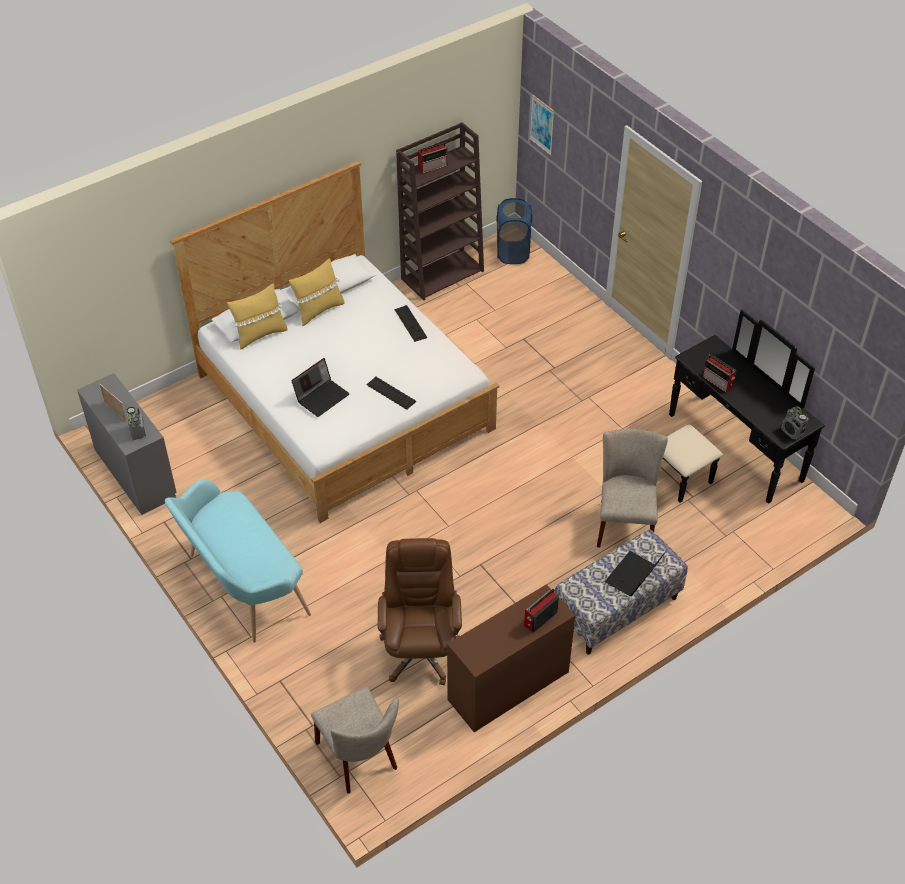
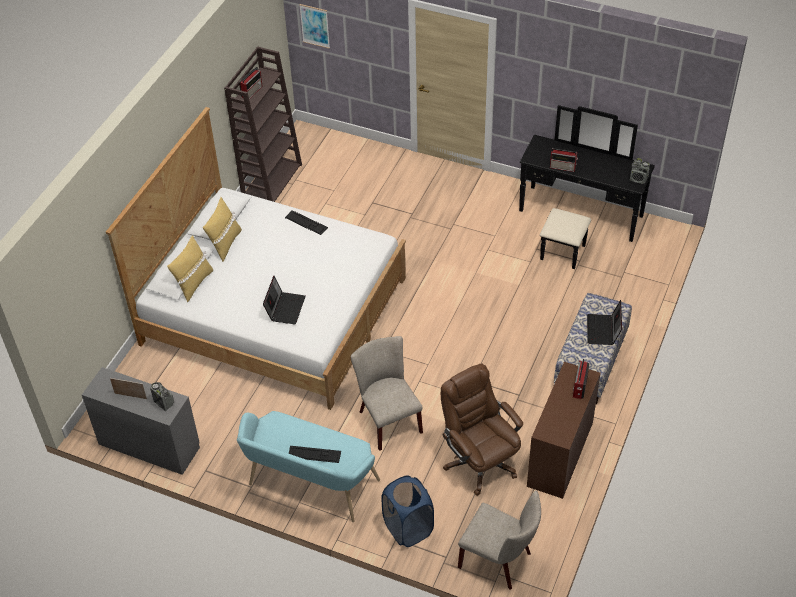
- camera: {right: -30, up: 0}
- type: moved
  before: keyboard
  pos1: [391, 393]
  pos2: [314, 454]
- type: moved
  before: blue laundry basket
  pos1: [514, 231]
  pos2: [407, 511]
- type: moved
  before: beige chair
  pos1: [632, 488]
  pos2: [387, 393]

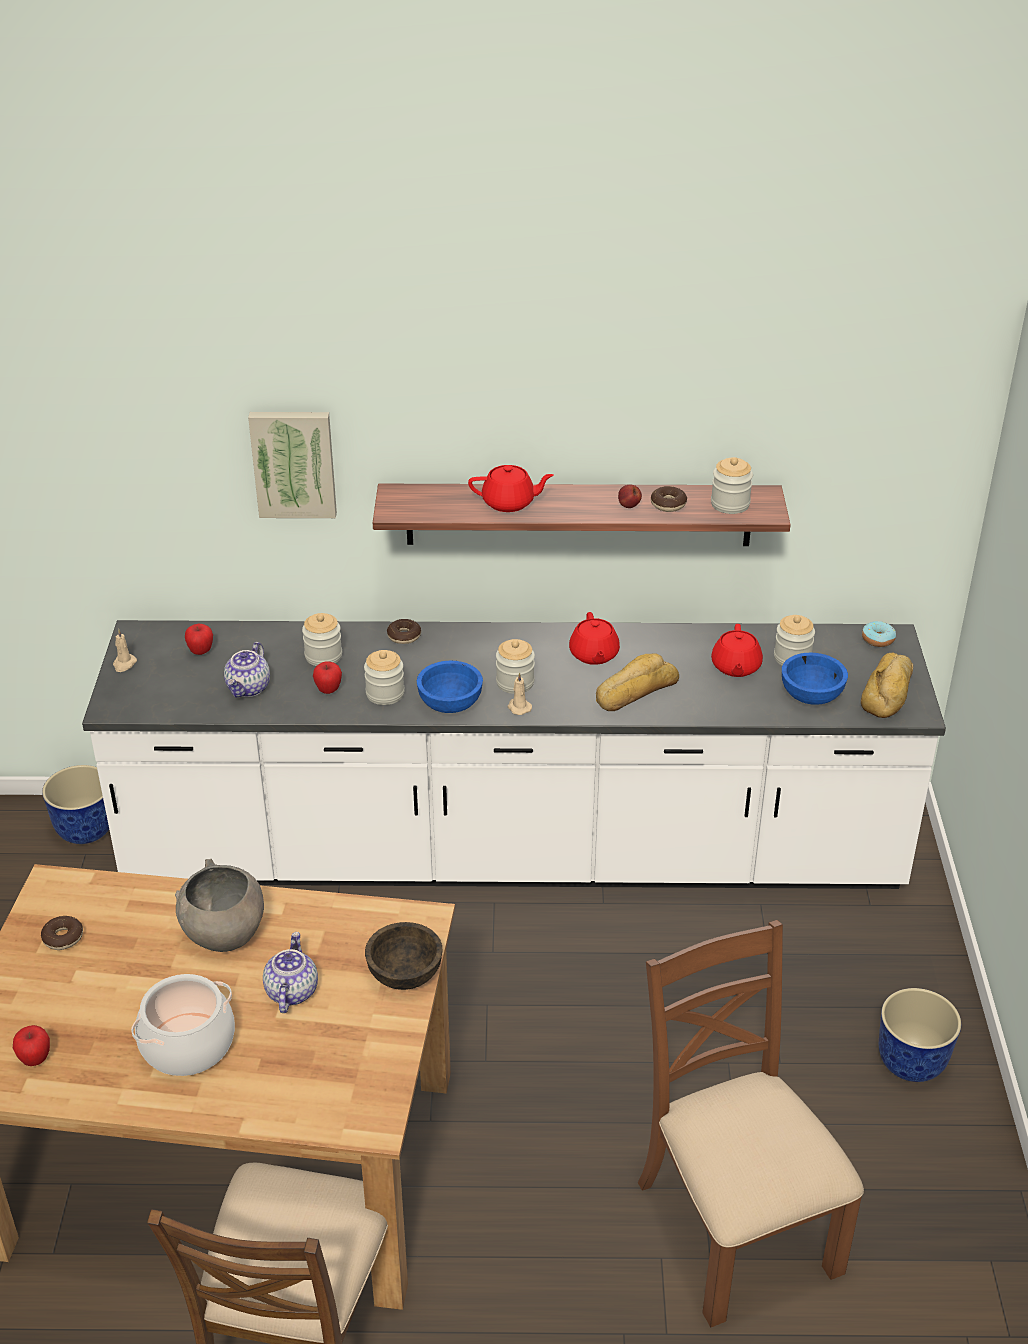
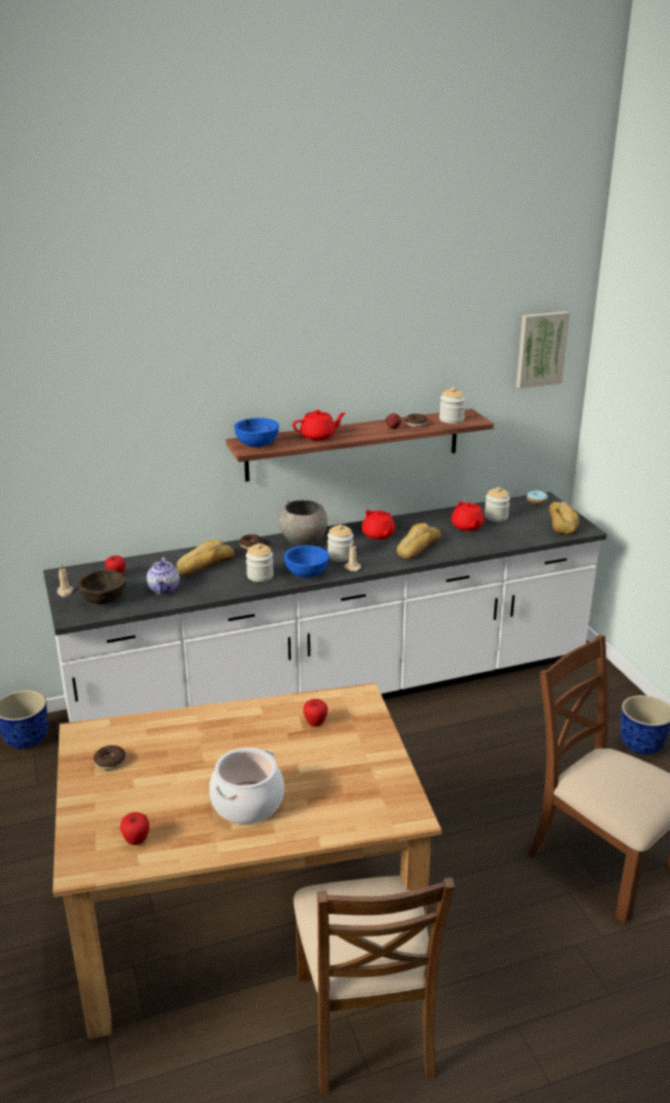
- camera: {right: -20, up: -10}
- type: moved
  before: grey bowl
  pos1: [219, 905]
  pos2: [303, 523]
- type: moved
  before: picture
  pos1: [292, 465]
  pos2: [543, 349]
- type: removed
  before: teapot
  pos1: [290, 972]
- type: replaced
  before: jar
  after: bread
  pos1: [322, 639]
  pos2: [205, 558]
- type: moved
  before: apple
  pos1: [327, 677]
  pos2: [315, 712]
- type: moved
  before: brown bowl
  pos1: [403, 956]
  pos2: [101, 587]
- type: moved
  before: blue bowl
  pos1: [815, 679]
  pos2: [256, 432]

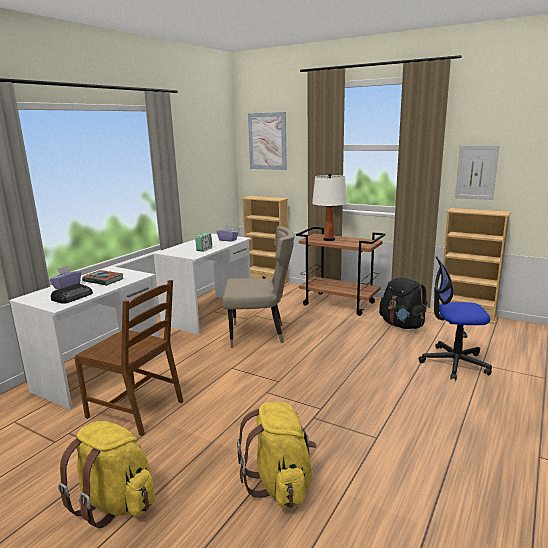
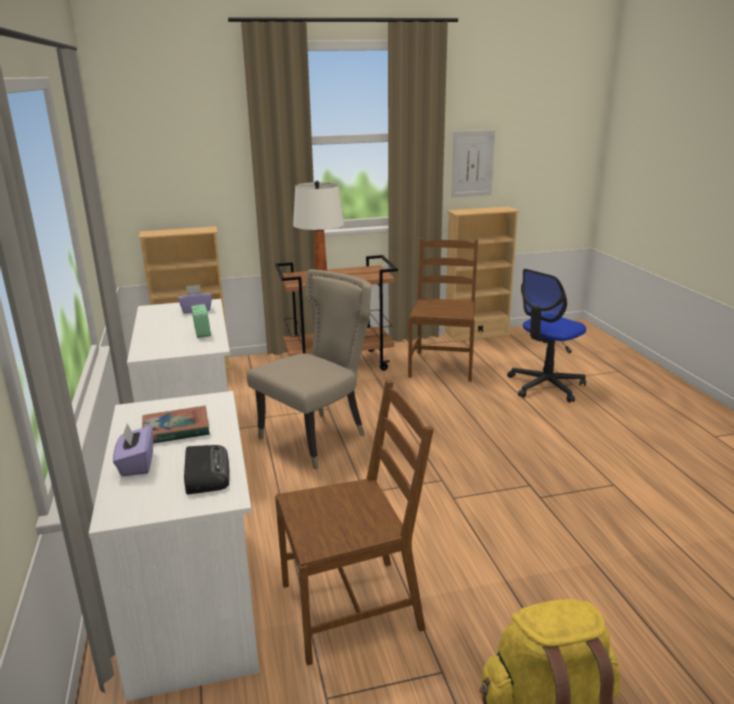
- camera: {right: -45, up: 5}
- type: removed
  before: yellow backpack
  pos1: [277, 455]
- type: removed
  before: picture
  pos1: [267, 141]
- type: replaced
  before: black backpack
  after: brown chair
  pos1: [403, 303]
  pos2: [443, 310]

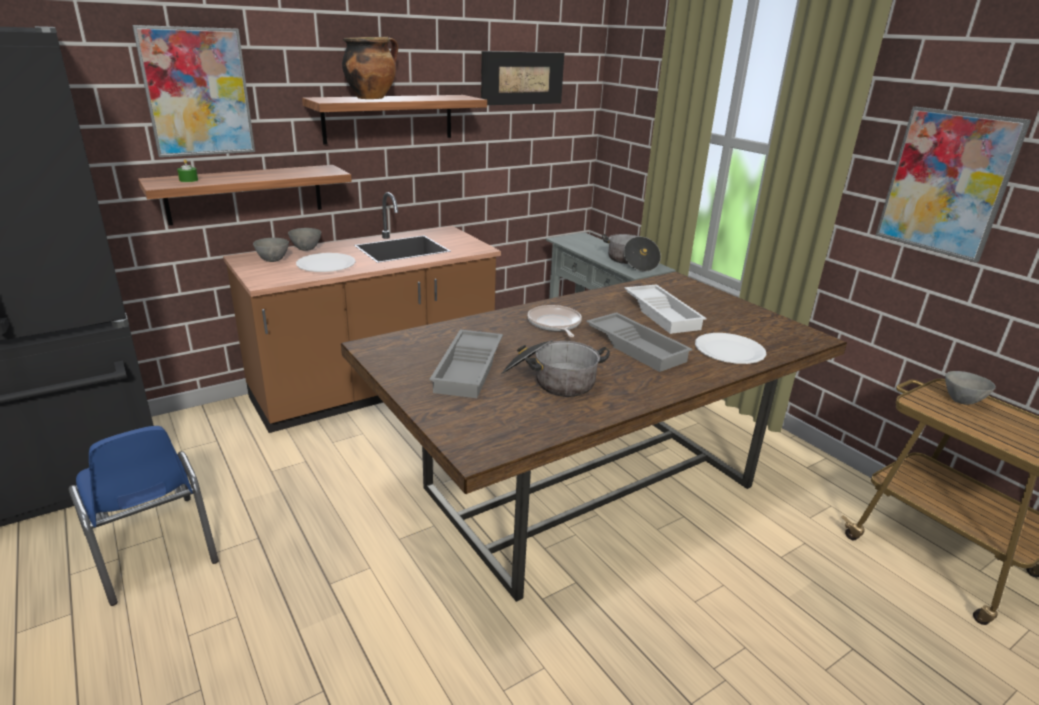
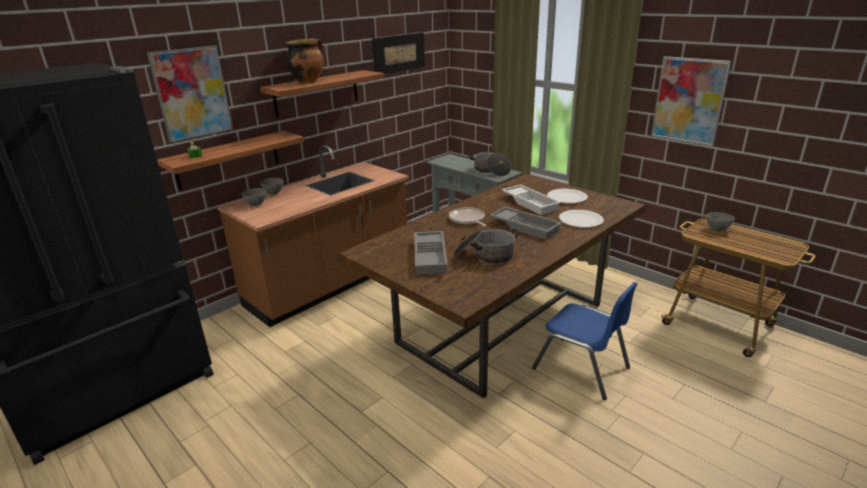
- camera: {right: -10, up: 0}
- type: moved
  before: blue chair
  pos1: [144, 516]
  pos2: [585, 341]
- type: moved
  before: white plate
  pos1: [326, 262]
  pos2: [567, 196]

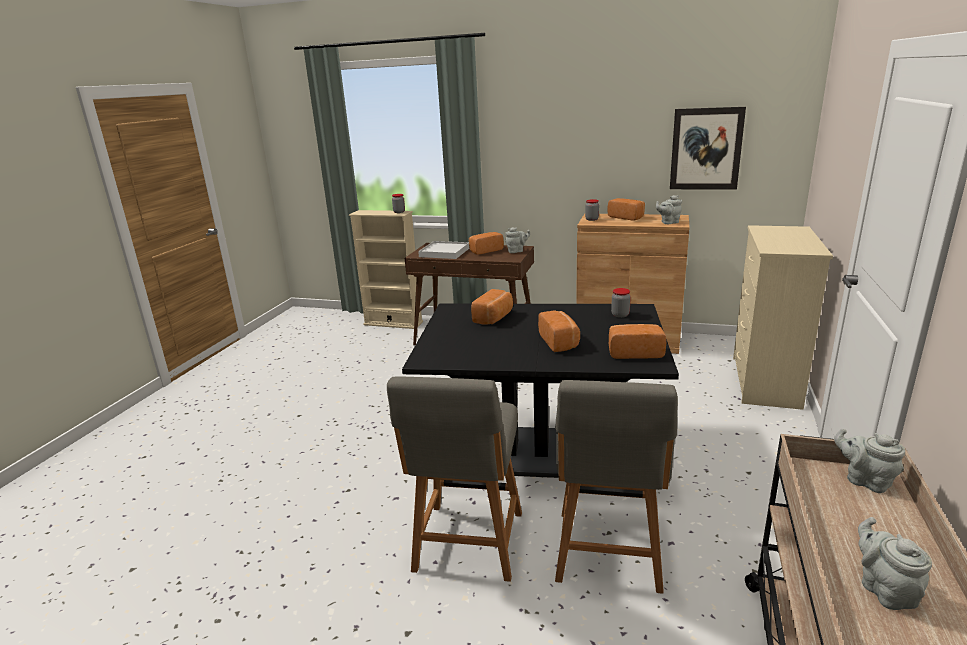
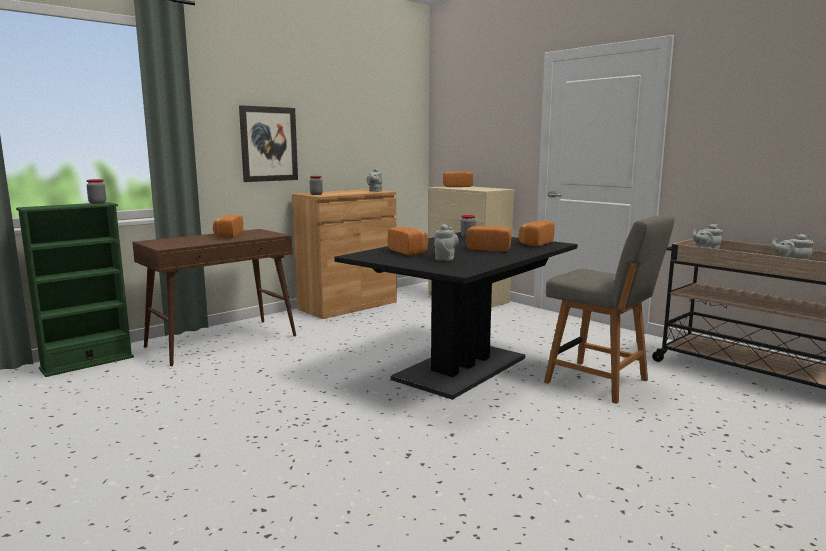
- camera: {right: -60, up: -10}
- type: recoloured
  before: beige bookcase
  after: green bookcase
  pos1: [386, 269]
  pos2: [75, 289]
- type: removed
  before: grey chair
  pos1: [454, 479]
- type: removed
  before: white tray
  pos1: [444, 250]
- type: moved
  before: grey teapot
  pos1: [517, 240]
  pos2: [446, 242]
- type: moved
  before: bread
  pos1: [626, 209]
  pos2: [458, 179]
- type: moved
  before: picture
  pos1: [708, 148]
  pos2: [268, 143]

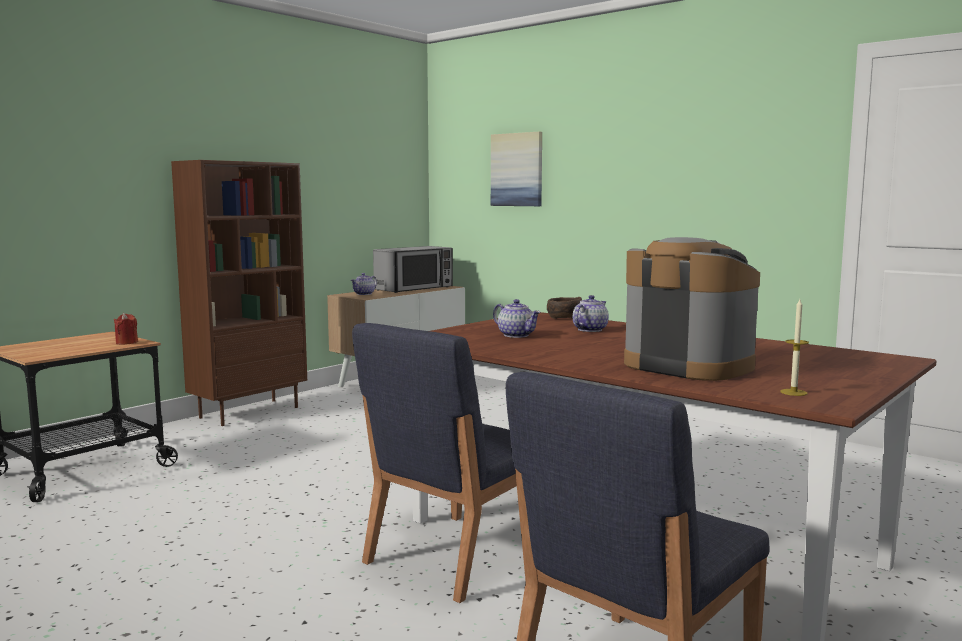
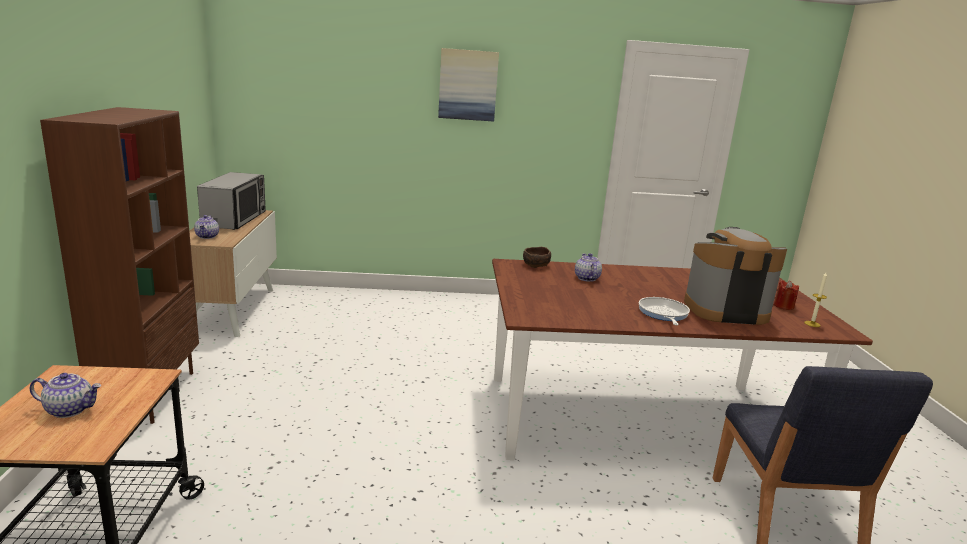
- camera: {right: -45, up: 10}
- type: moved
  before: red candle
  pos1: [125, 329]
  pos2: [786, 295]
- type: removed
  before: blue chair
  pos1: [434, 463]
- type: moved
  before: picture
  pos1: [516, 169]
  pos2: [468, 85]
- type: moved
  before: teapot
  pos1: [517, 318]
  pos2: [65, 395]
- type: added
  after: frying pan
  pos2: [664, 311]

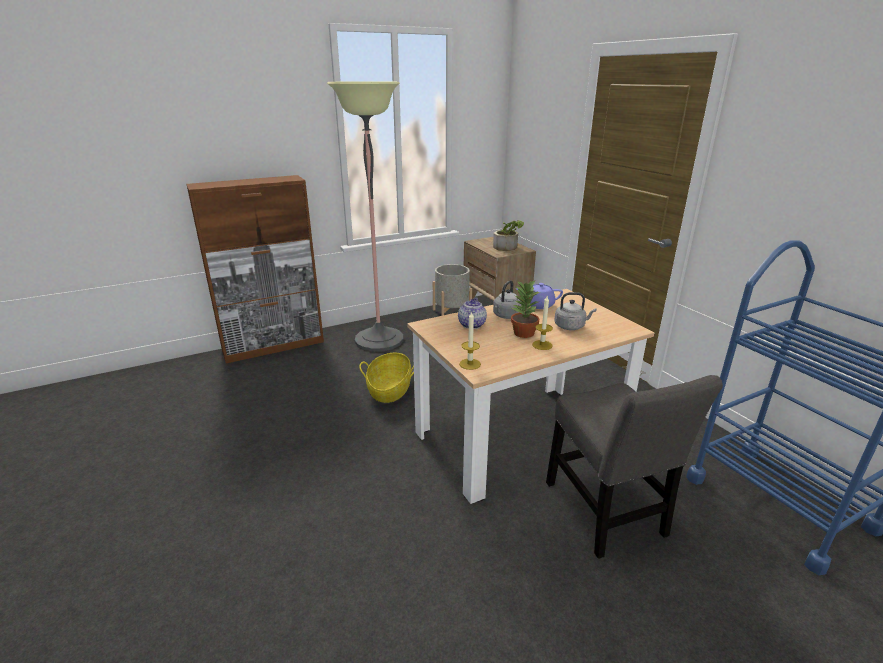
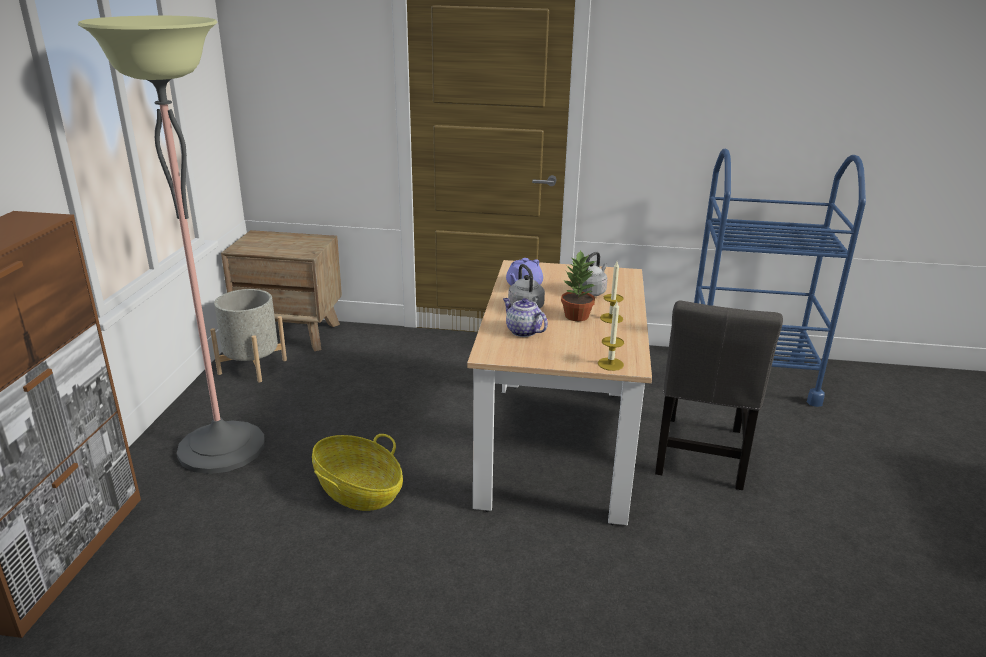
- camera: {right: -55, up: 0}
- type: removed
  before: potted plant
  pos1: [508, 235]
- type: turned
  before: grey chair
  pos1: [634, 467]
  pos2: [719, 395]
  turn: 90

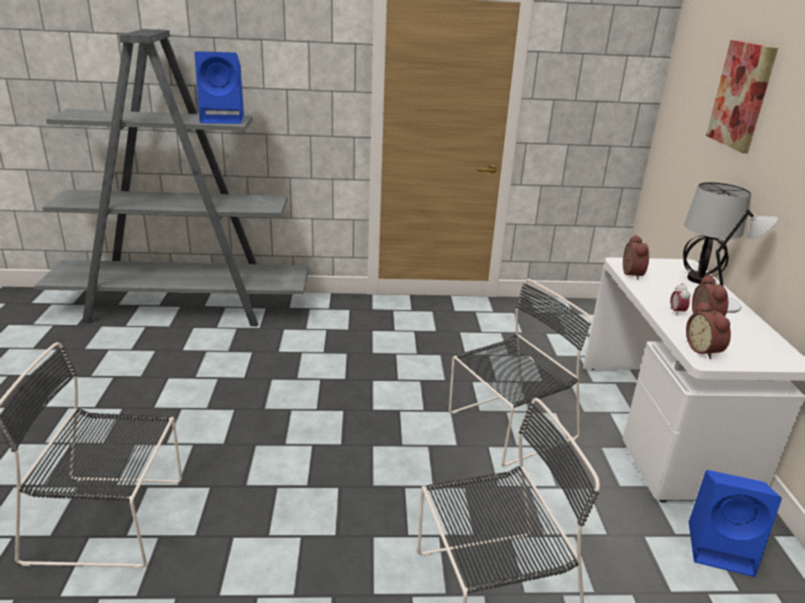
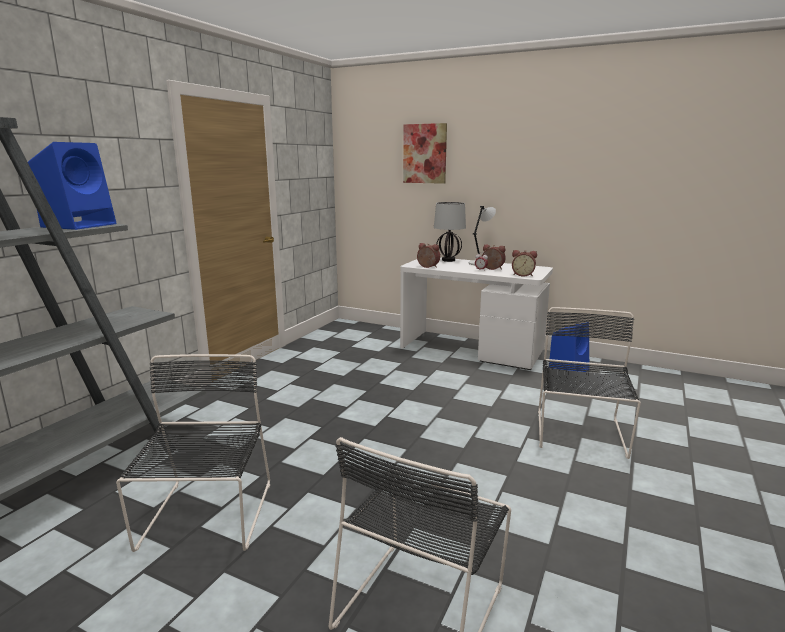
- camera: {right: -60, up: -10}
- type: moved
  before: black chair
  pos1: [520, 373]
  pos2: [193, 453]

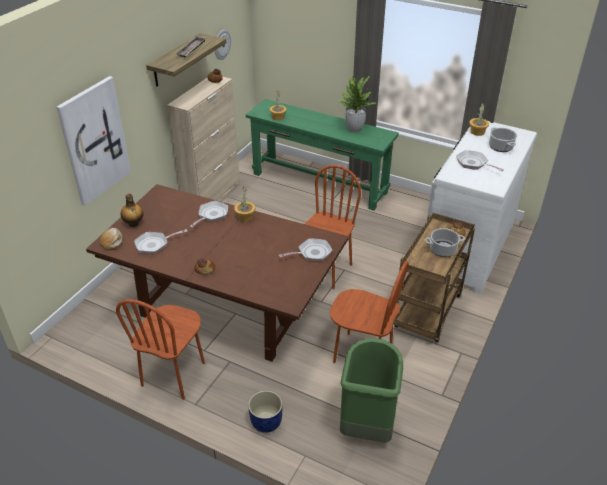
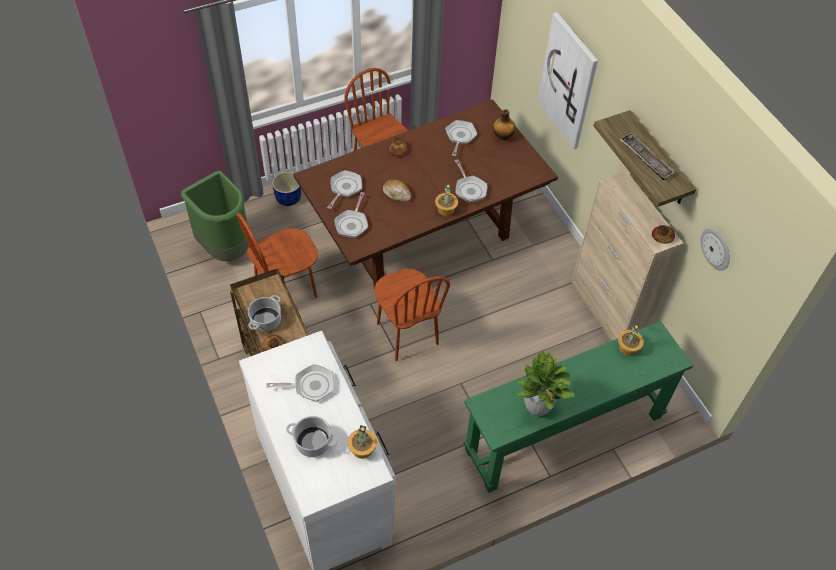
- camera: {right: 125, up: 15}
- type: moved
  before: bread
  pos1: [111, 239]
  pos2: [397, 190]
- type: added
  after: frying pan
  pos2: [344, 189]

